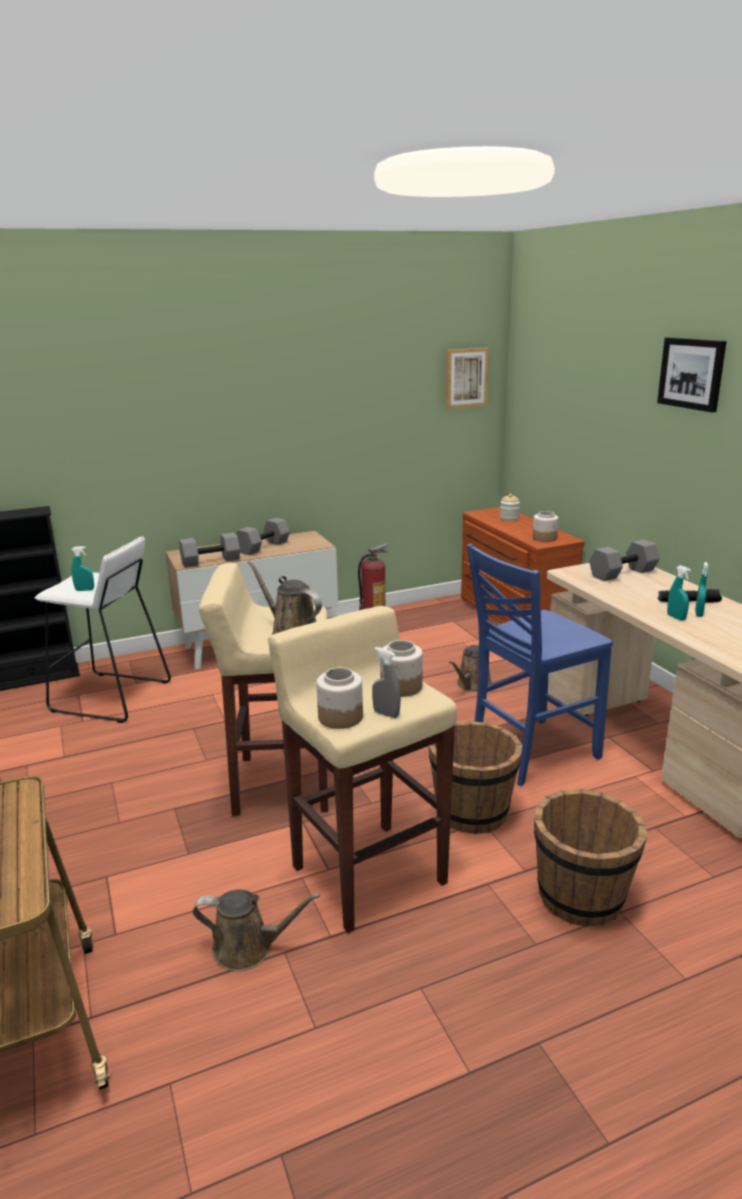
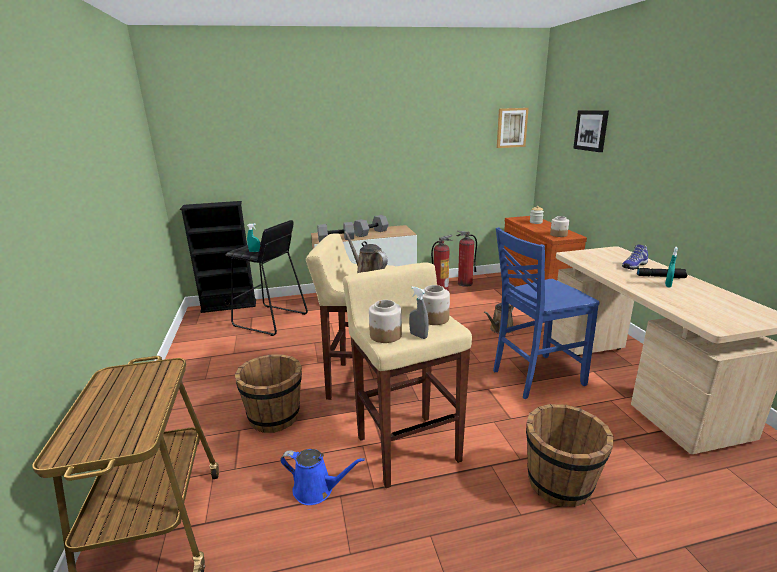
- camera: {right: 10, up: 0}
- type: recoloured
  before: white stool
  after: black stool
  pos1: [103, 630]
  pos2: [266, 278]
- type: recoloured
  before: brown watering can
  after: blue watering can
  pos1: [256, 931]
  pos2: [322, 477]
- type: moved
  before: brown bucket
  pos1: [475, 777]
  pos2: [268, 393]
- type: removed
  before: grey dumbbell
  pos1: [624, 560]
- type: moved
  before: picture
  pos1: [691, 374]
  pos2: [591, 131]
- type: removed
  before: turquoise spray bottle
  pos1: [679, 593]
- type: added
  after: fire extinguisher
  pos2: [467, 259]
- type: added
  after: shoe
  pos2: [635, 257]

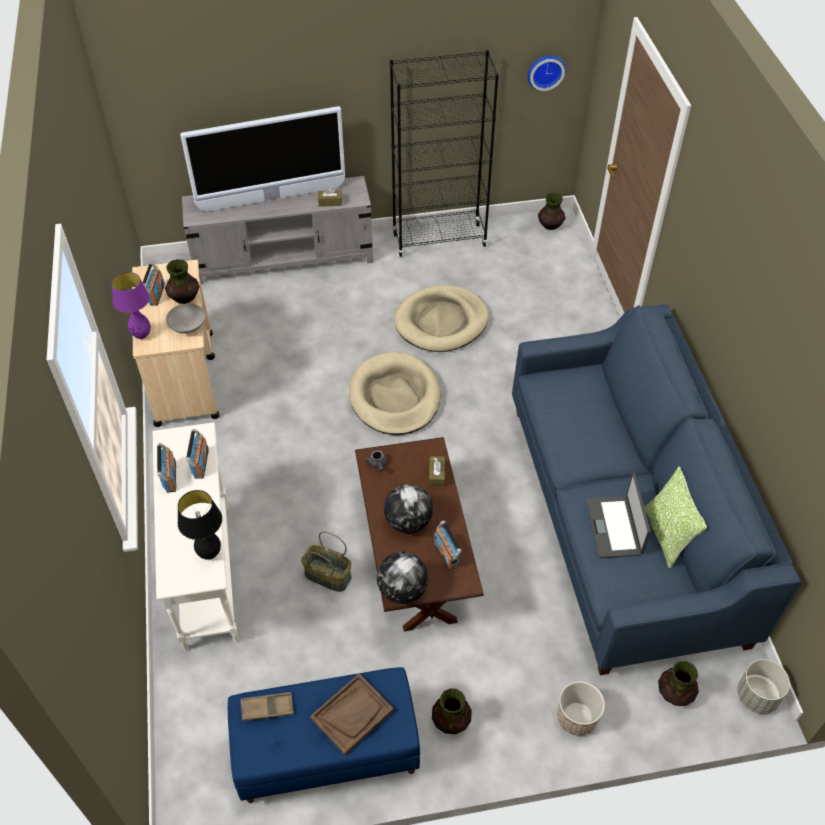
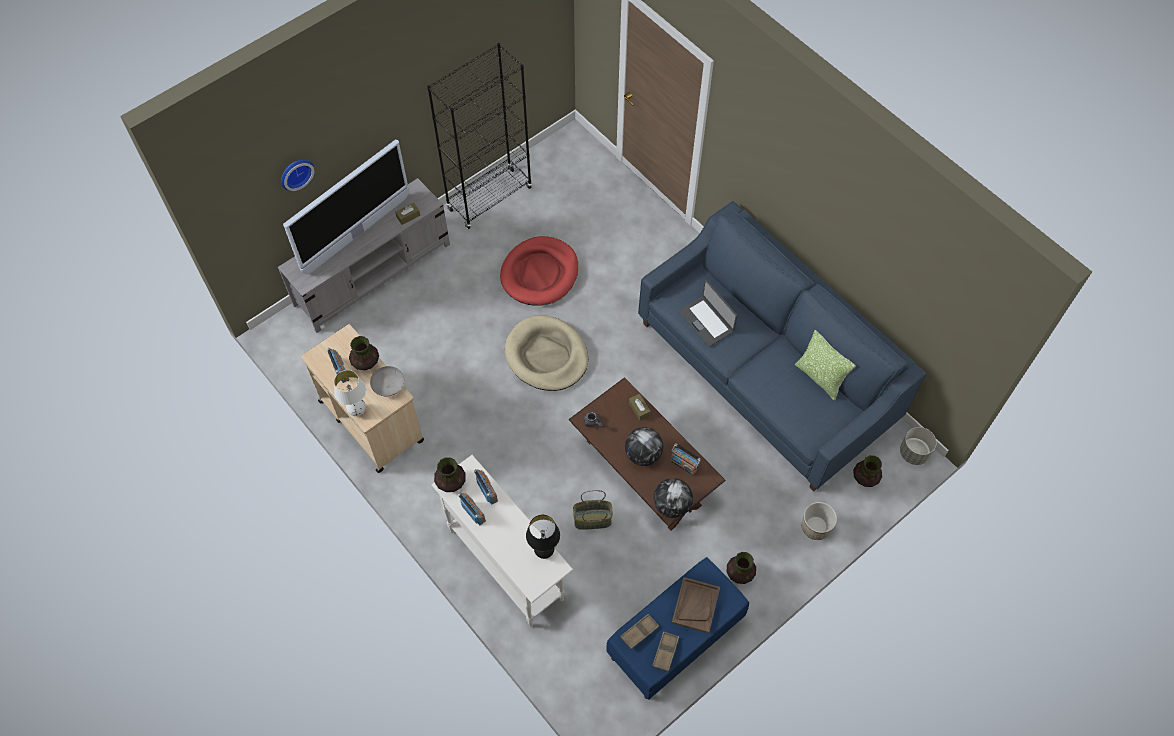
- camera: {right: -30, up: 10}
- type: recoloured
  before: purple table lamp
  after: white table lamp
  pos1: [131, 305]
  pos2: [350, 393]
- type: recoloured
  before: beige dog bed
  after: red dog bed
  pos1: [441, 318]
  pos2: [539, 271]
- type: moved
  before: wall clock
  pos1: [547, 73]
  pos2: [297, 175]
- type: moved
  before: vase
  pos1: [551, 211]
  pos2: [450, 474]
- type: moved
  before: laptop
  pos1: [618, 515]
  pos2: [708, 313]
- type: added
  after: brown tray
  pos2: [665, 652]

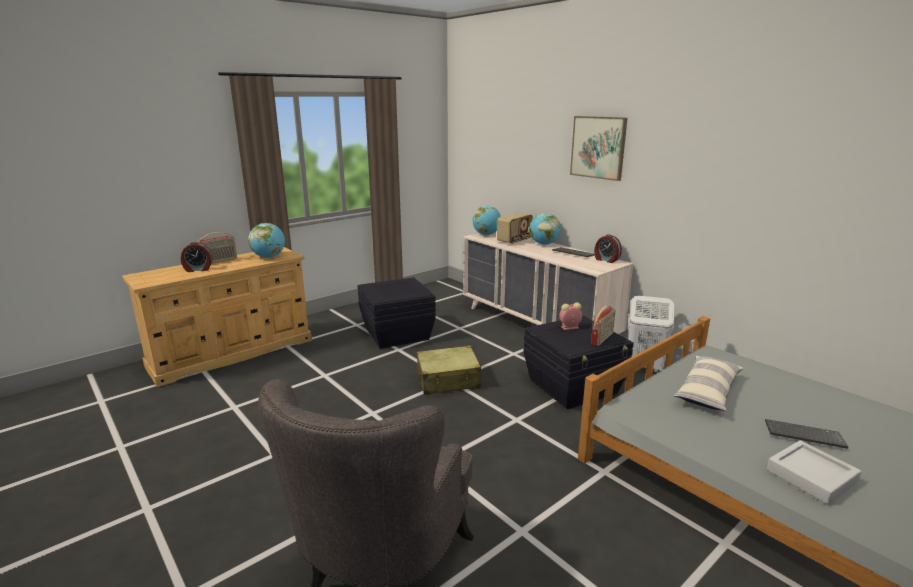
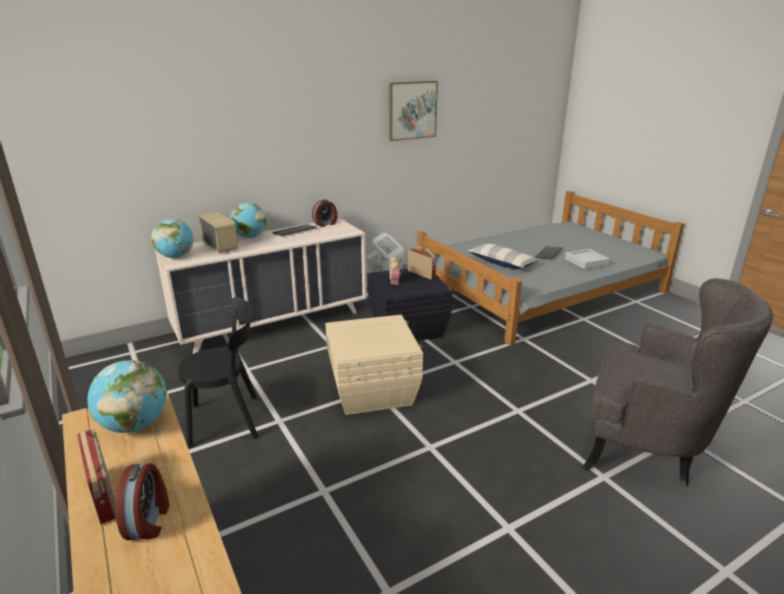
- camera: {right: -80, up: 5}
- type: replaced
  before: black storage box
  after: black chair
  pos1: [397, 313]
  pos2: [218, 372]
- type: replaced
  before: beige suitcase
  after: beige storage box
  pos1: [449, 370]
  pos2: [374, 365]
- type: moved
  before: picture
  pos1: [598, 148]
  pos2: [413, 111]

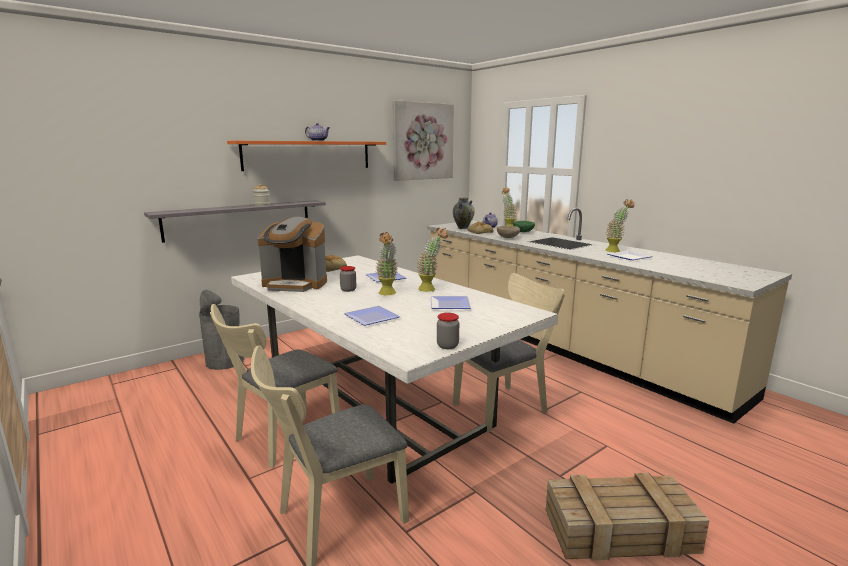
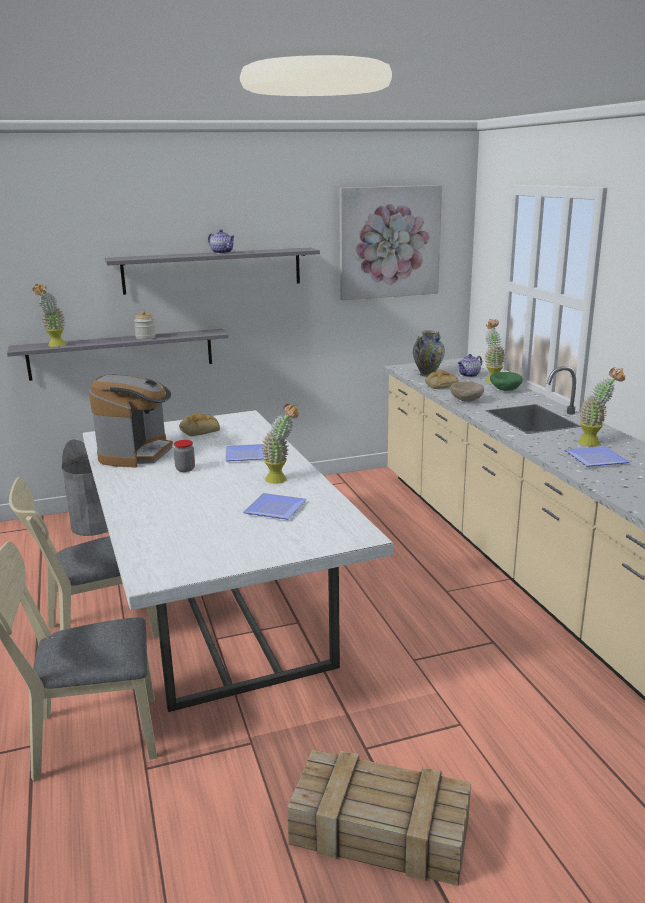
- camera: {right: 20, up: 5}
- type: recoloured
  before: orange shelf
  after: grey shelf
  pos1: [306, 156]
  pos2: [212, 271]
- type: turned
  before: coffee machine
  pos1: [292, 254]
  pos2: [131, 421]
  turn: -105
- type: removed
  before: plate
  pos1: [372, 316]
- type: moved
  before: potted plant
  pos1: [387, 263]
  pos2: [49, 315]
- type: removed
  before: jar
  pos1: [448, 331]
- type: removed
  before: beige chair
  pos1: [509, 352]

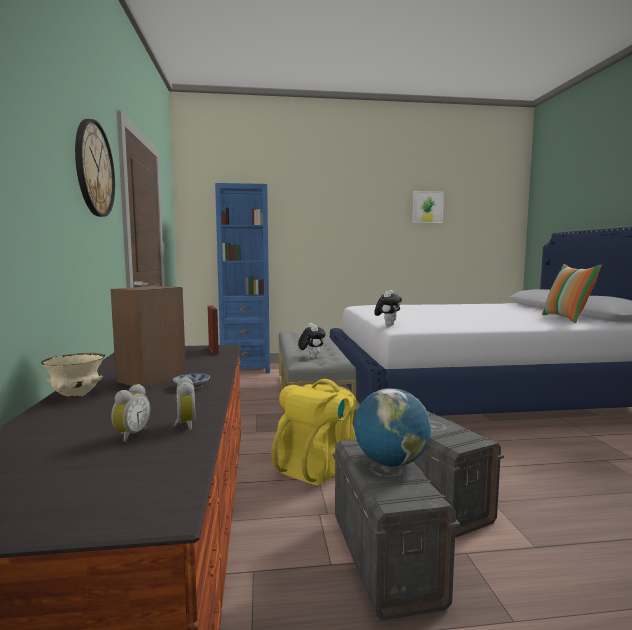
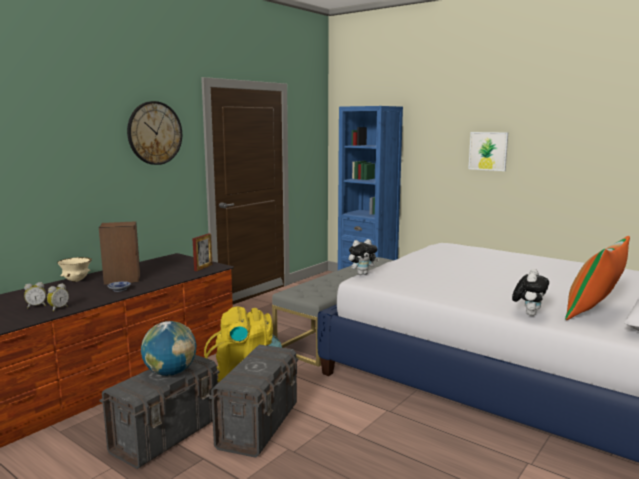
- camera: {right: 45, up: 5}
- type: moved
  before: plush toy
  pos1: [312, 341]
  pos2: [530, 292]
- type: moved
  before: picture
  pos1: [428, 207]
  pos2: [488, 151]

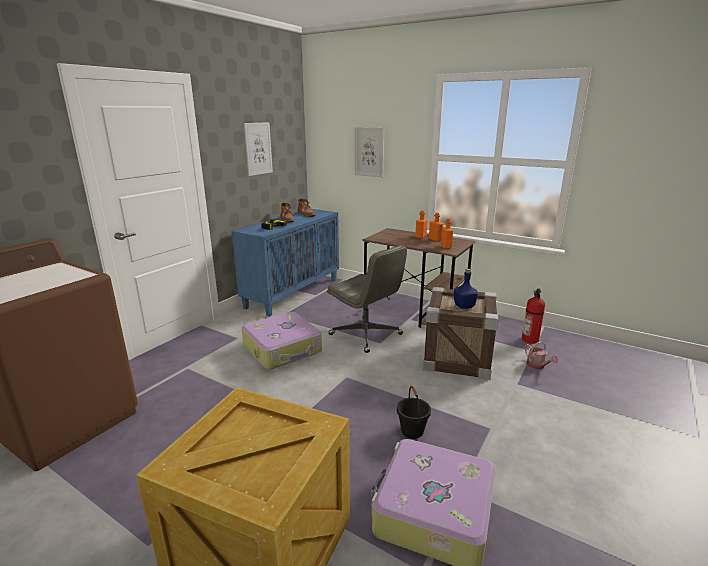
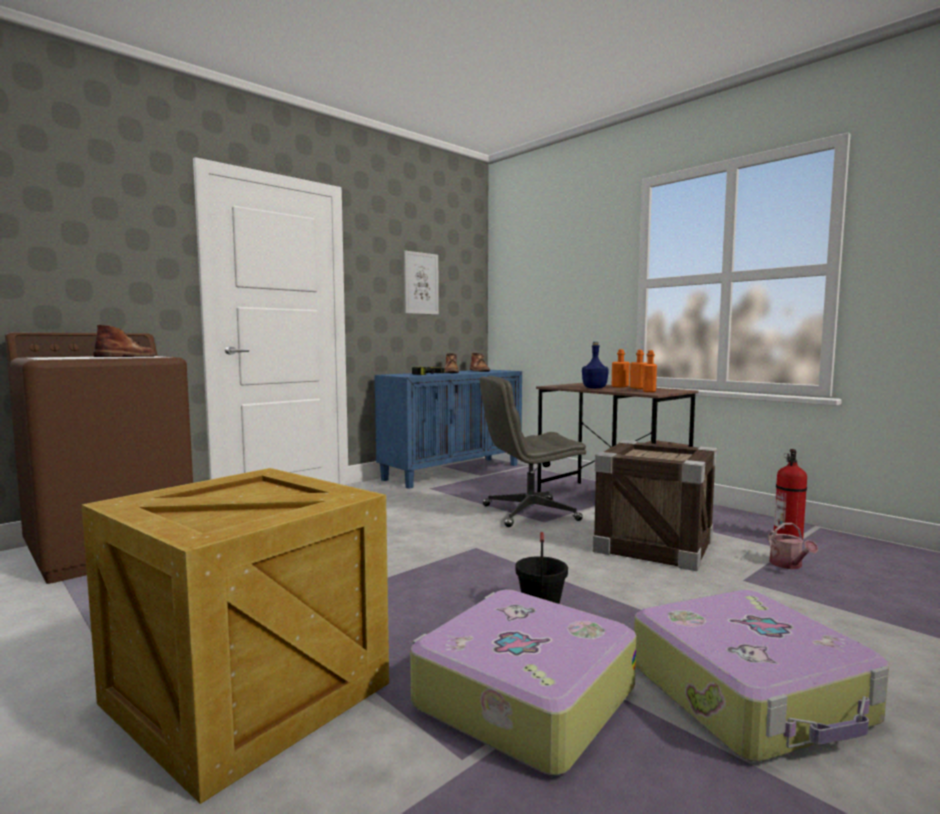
- camera: {right: 15, up: -15}
- type: moved
  before: suitcase
  pos1: [282, 340]
  pos2: [761, 676]
- type: turned
  before: grey office chair
  pos1: [367, 299]
  pos2: [533, 451]
  turn: 105
- type: removed
  before: picture
  pos1: [369, 152]
- type: moved
  before: blue bottle
  pos1: [466, 289]
  pos2: [595, 365]
- type: added
  after: brown boot
  pos2: [124, 341]

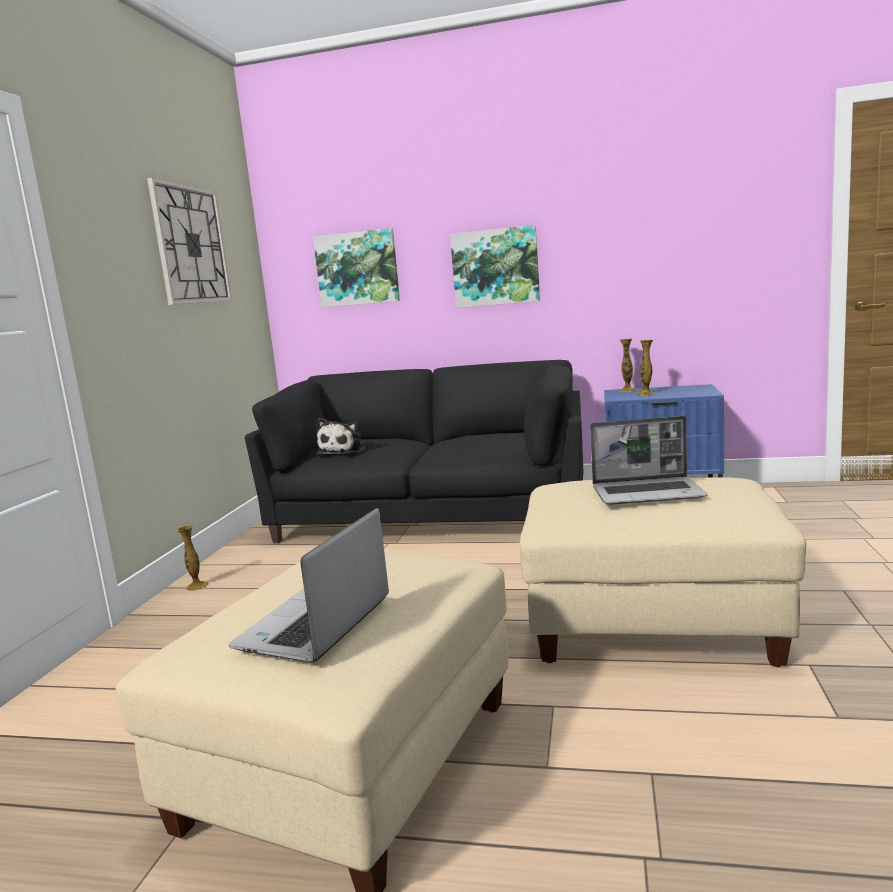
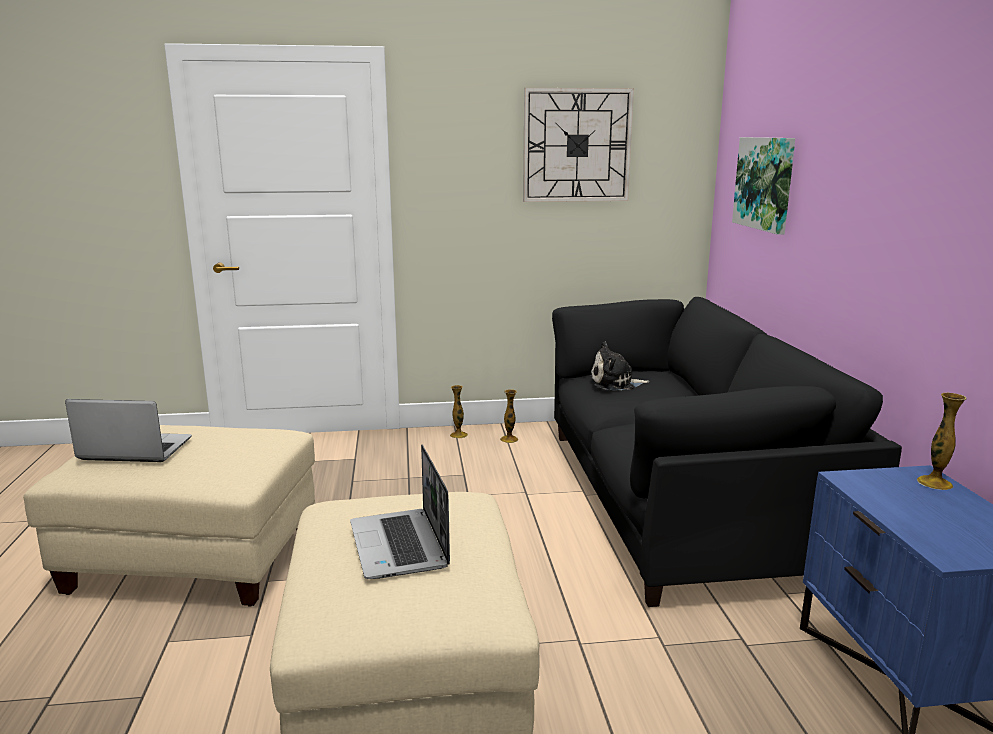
- camera: {right: 70, up: 5}
- type: removed
  before: picture
  pos1: [495, 266]
- type: moved
  before: vase
  pos1: [646, 367]
  pos2: [509, 416]

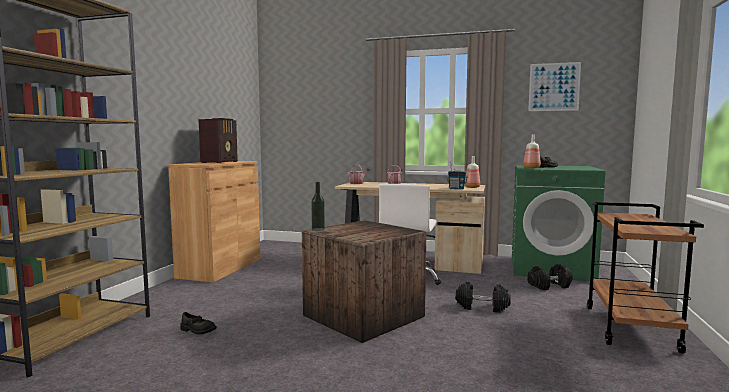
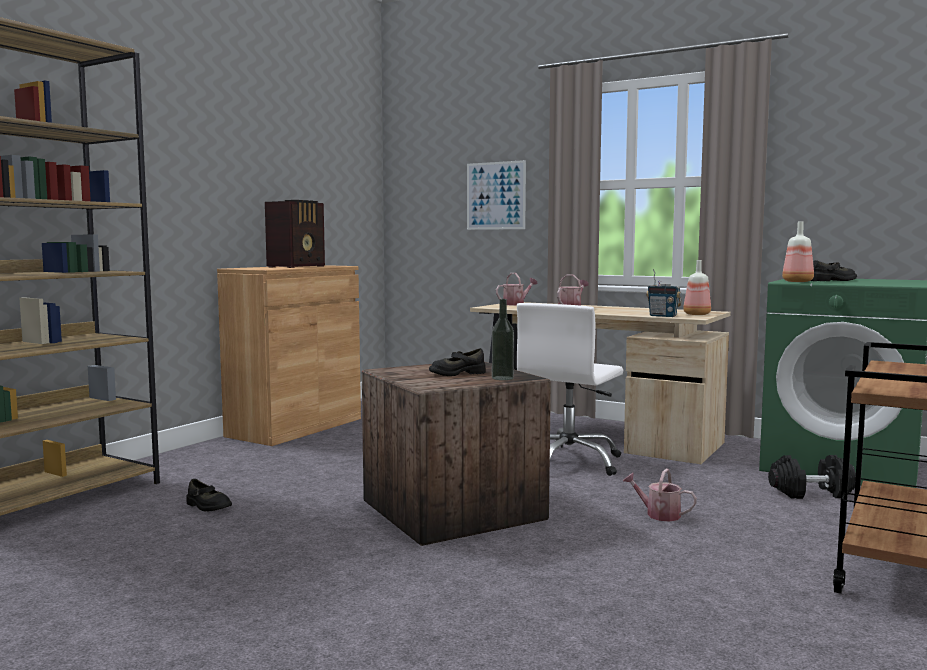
- camera: {right: 15, up: 0}
- type: moved
  before: bottle
  pos1: [318, 206]
  pos2: [503, 339]
- type: replaced
  before: black dumbbell
  after: watering can
  pos1: [483, 297]
  pos2: [660, 495]
- type: moved
  before: picture
  pos1: [554, 86]
  pos2: [496, 195]
- type: added
  after: black shoe
  pos2: [457, 362]

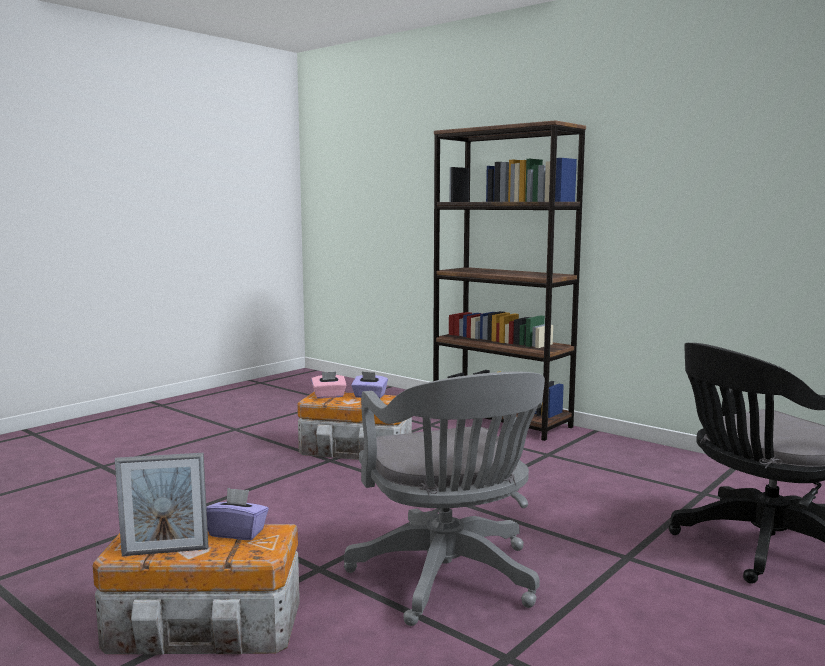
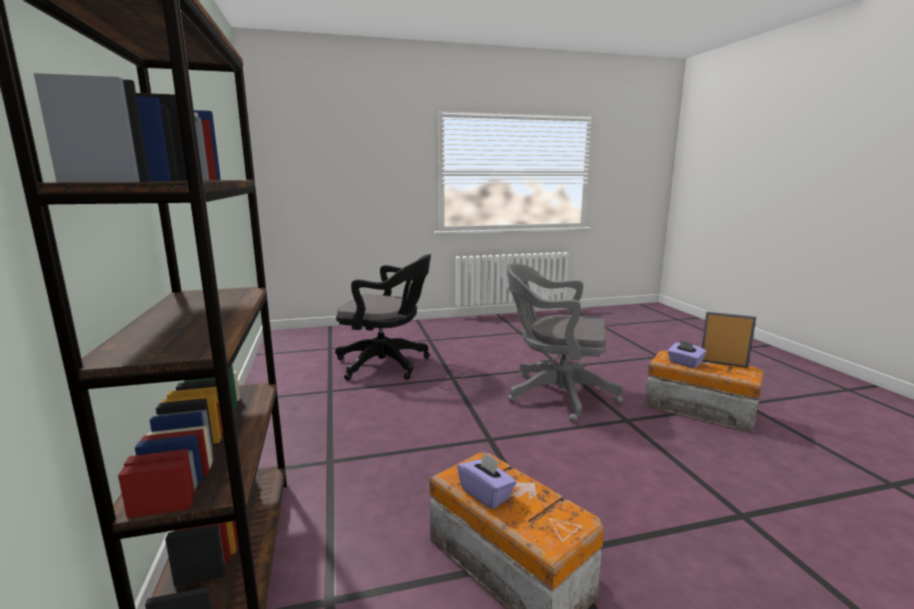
- camera: {right: -145, up: 5}
- type: removed
  before: pink tissue box
  pos1: [329, 385]
- type: turned
  before: grey office chair
  pos1: [444, 498]
  pos2: [564, 342]
  turn: -90

